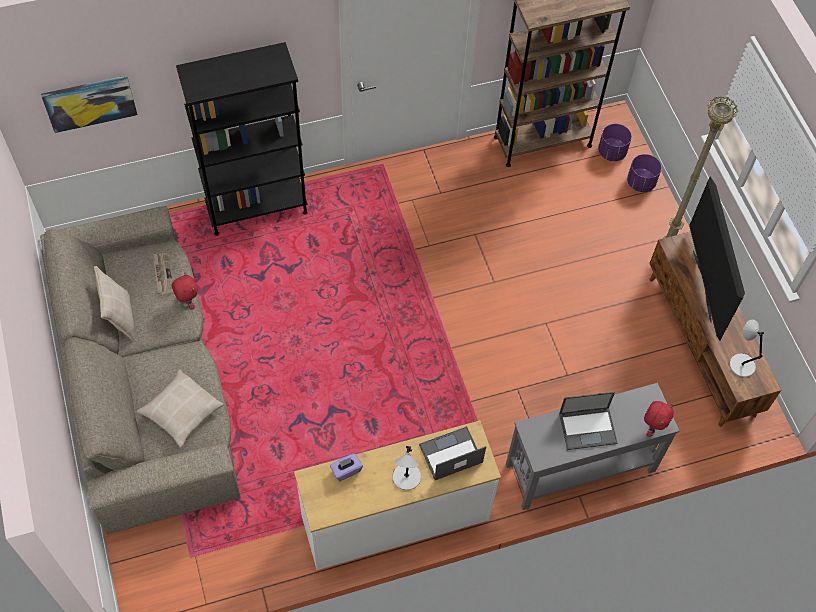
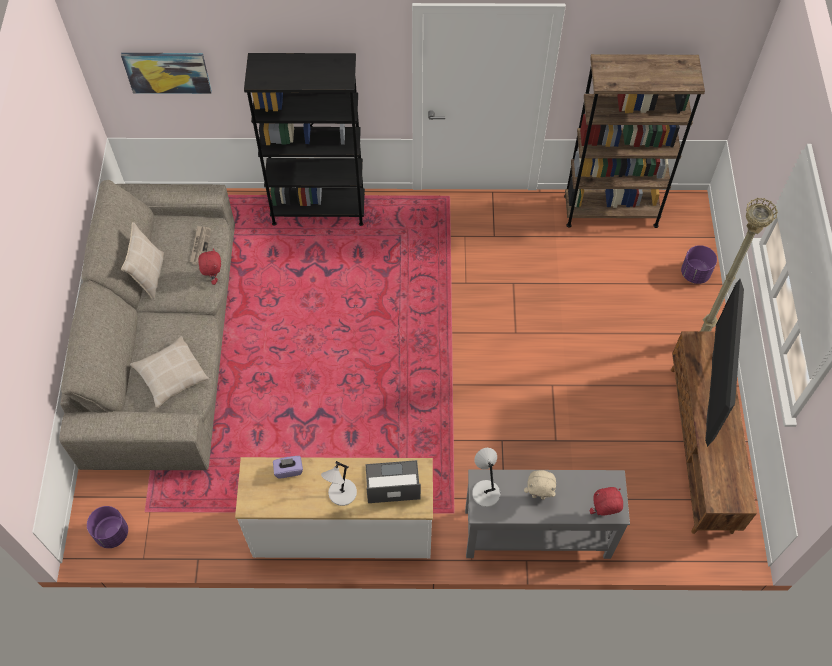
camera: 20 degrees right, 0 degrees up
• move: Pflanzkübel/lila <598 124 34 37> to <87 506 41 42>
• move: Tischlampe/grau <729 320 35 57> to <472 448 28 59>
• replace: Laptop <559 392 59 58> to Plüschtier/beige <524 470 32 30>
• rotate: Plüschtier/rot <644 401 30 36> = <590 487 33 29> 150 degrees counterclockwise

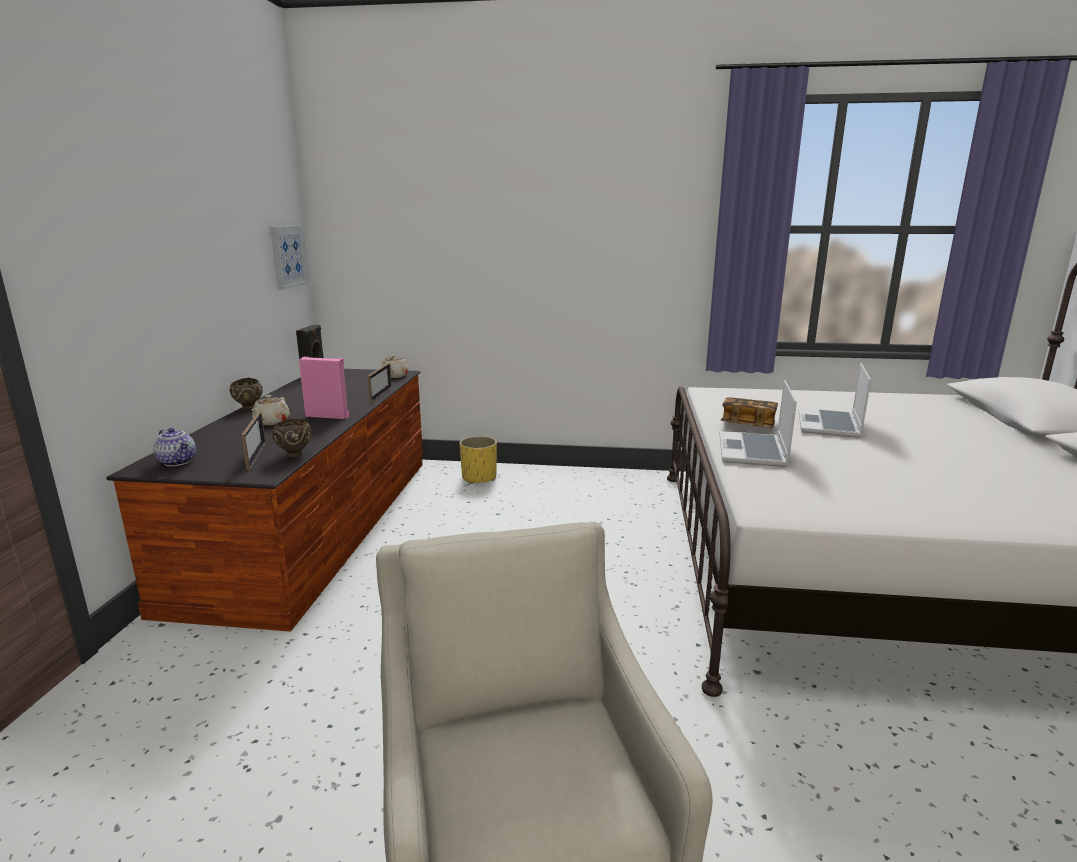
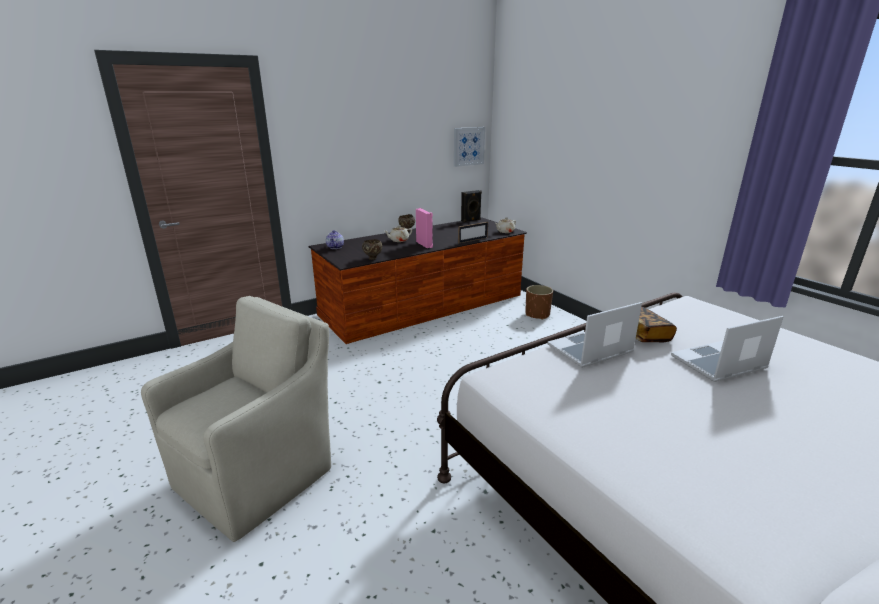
camera: 50 degrees right, 5 degrees up
• delete: Bilderrahmen <241 412 25 58>
• recolor: Pflanzkübel/gelb <460 436 37 48> to Pflanzkübel/braun <525 285 28 35>

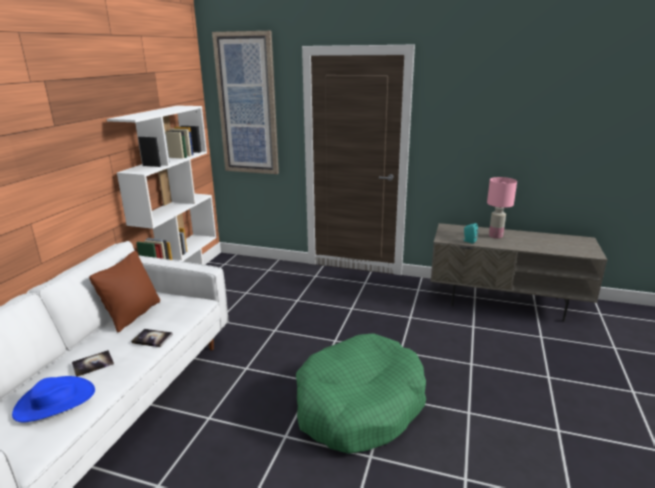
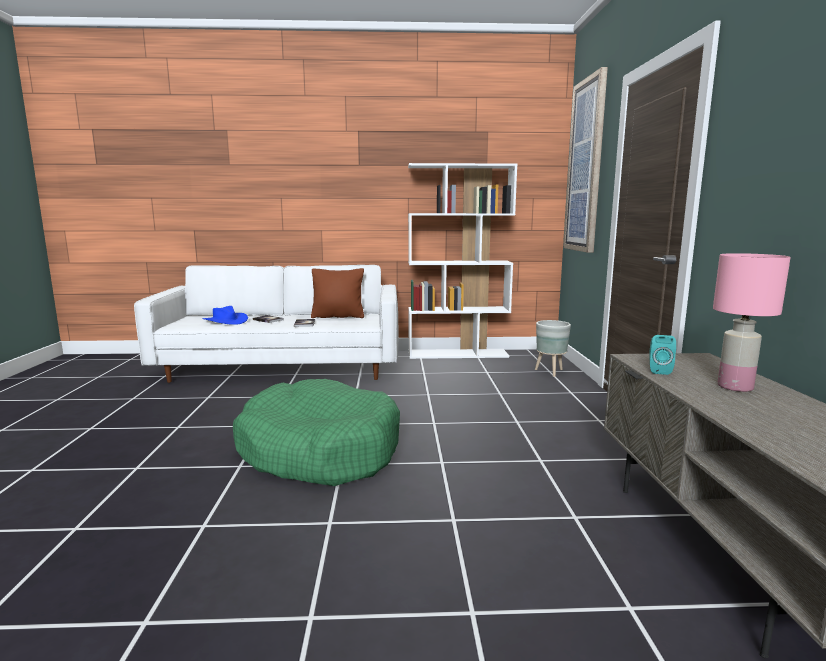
camera: 70 degrees right, 10 degrees down
• insert: Pflanzkübel/grau <535 320 36 57>

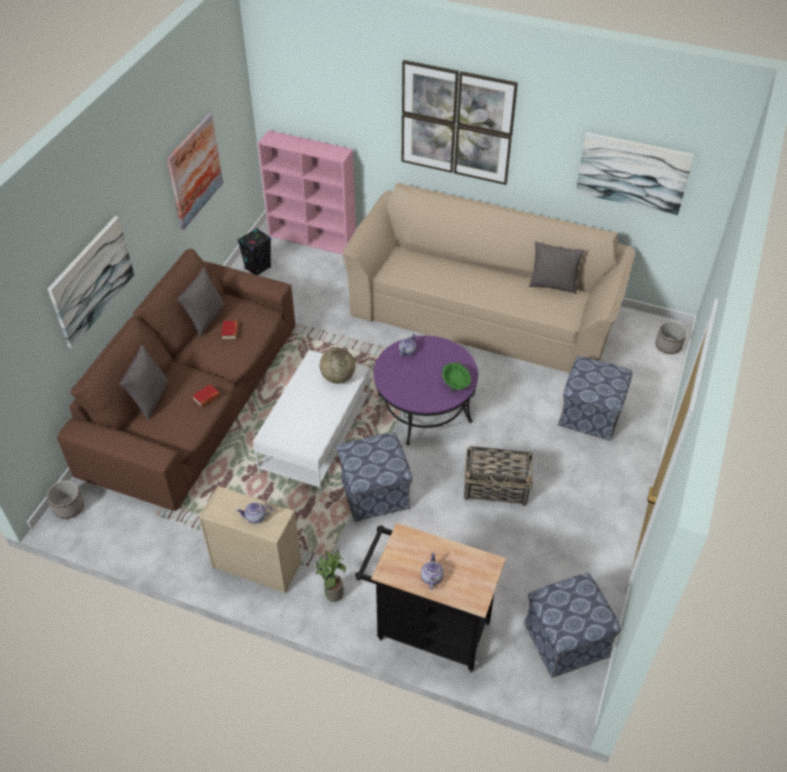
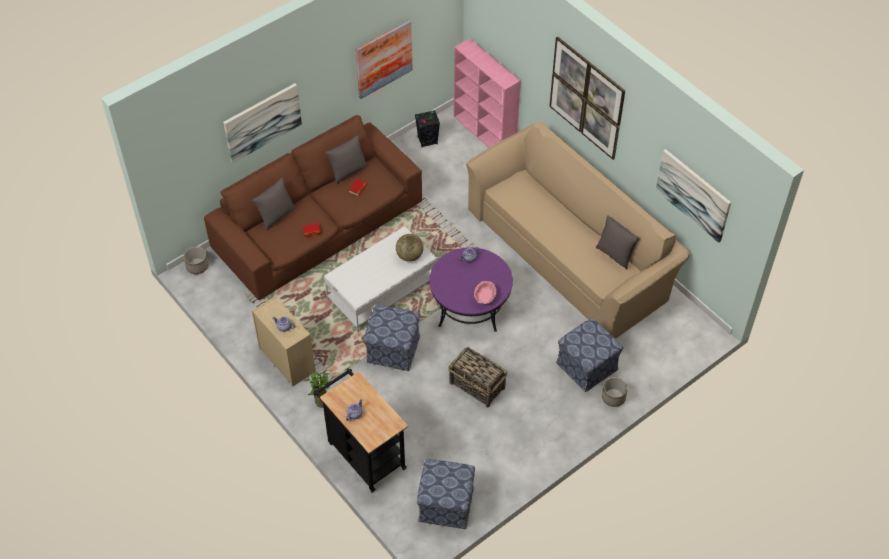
camera: 30 degrees right, 5 degrees up
• move: Pflanzkübel <655 322 32 32> to <602 377 26 30>
• recolor: Schüssel/grün <442 363 29 30> to Schüssel/rosa <474 281 23 23>

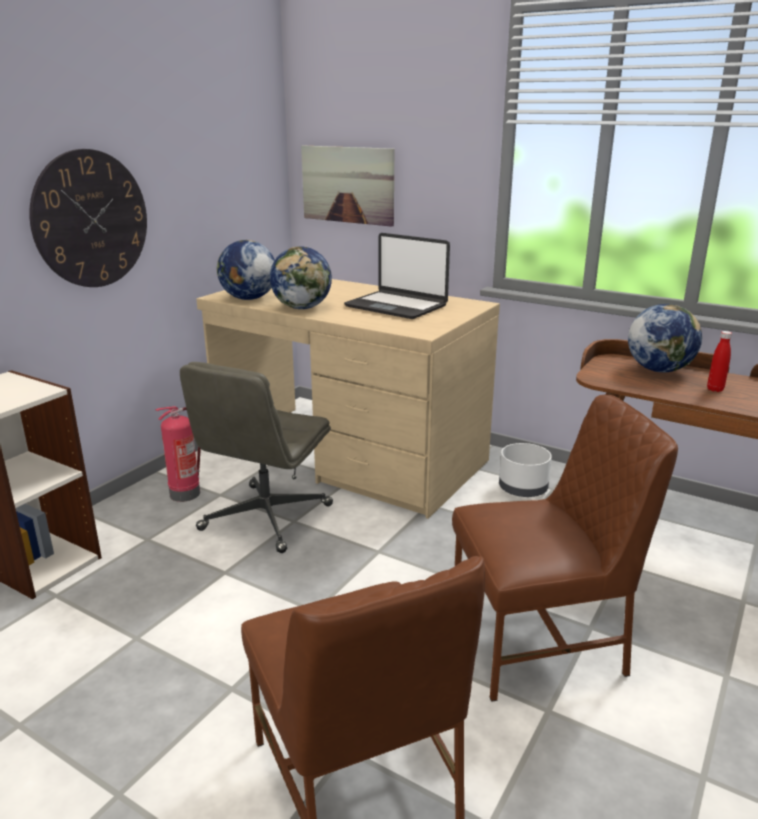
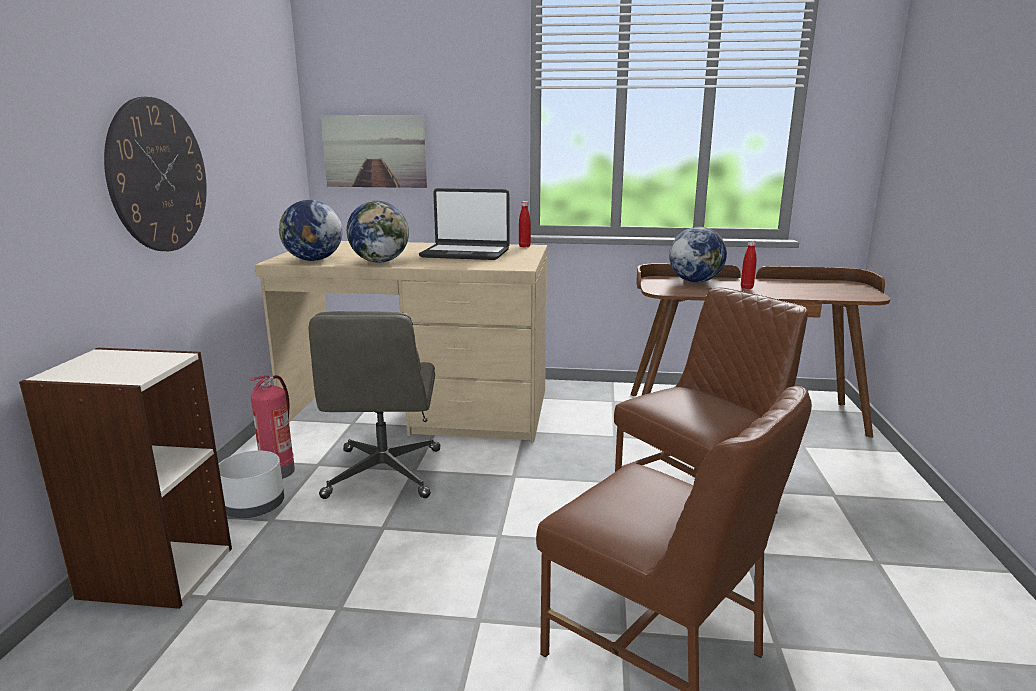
camera: 25 degrees left, 5 degrees down
• move: Pflanzkübel/weiß <499 443 53 54> to <219 450 65 68>
• insert: Flasche/rot <519 201 12 46>

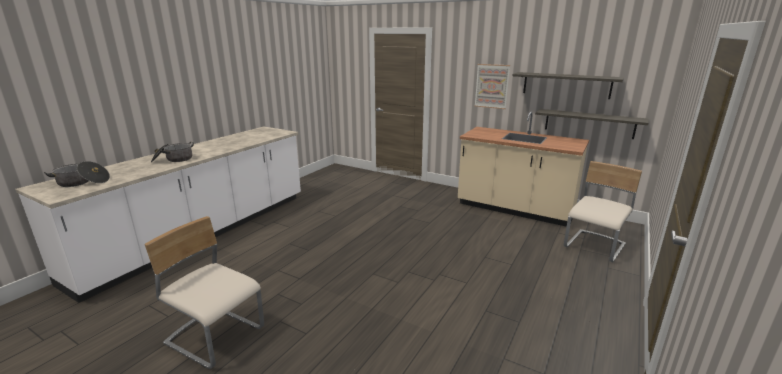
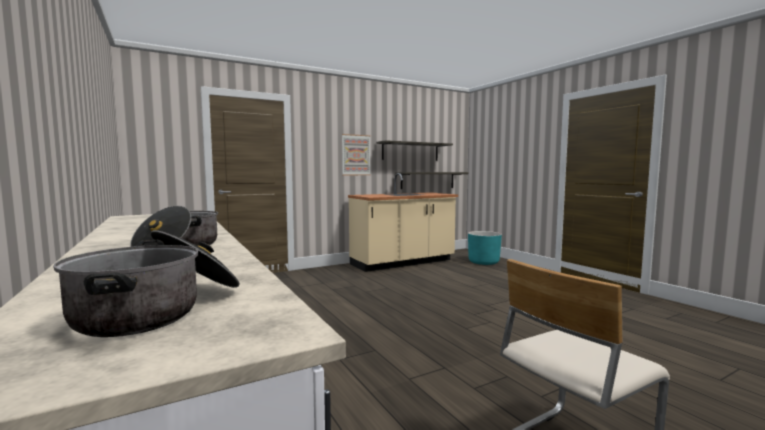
camera: 60 degrees left, 15 degrees down
• replace: Stuhl/beige <564 161 78 101> to Pflanzkübel/türkis <468 231 34 34>

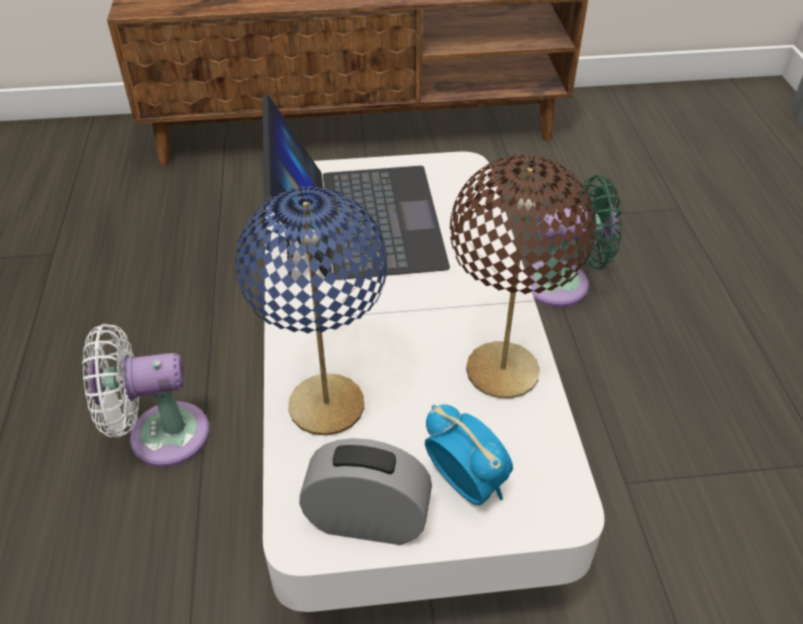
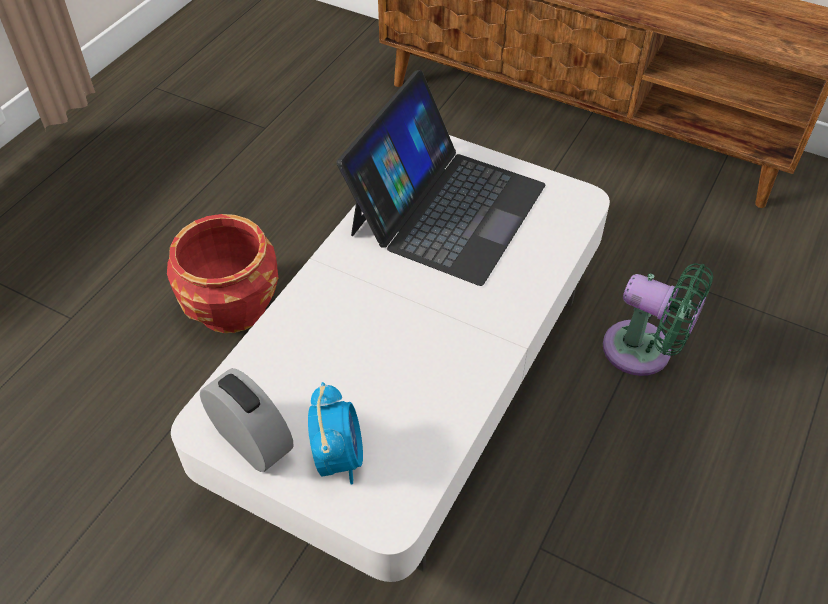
camera: 35 degrees right, 5 degrees up
• delete: Tischlampe/braun <450 155 146 244>
• delete: Tischlampe/blau <235 186 152 250>
• replace: Ventilator/weiß <82 324 128 143> to Pflanzkübel/rot <167 214 111 119>

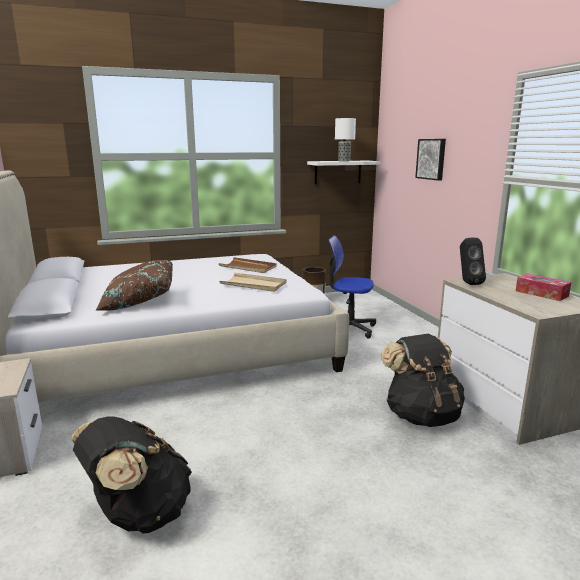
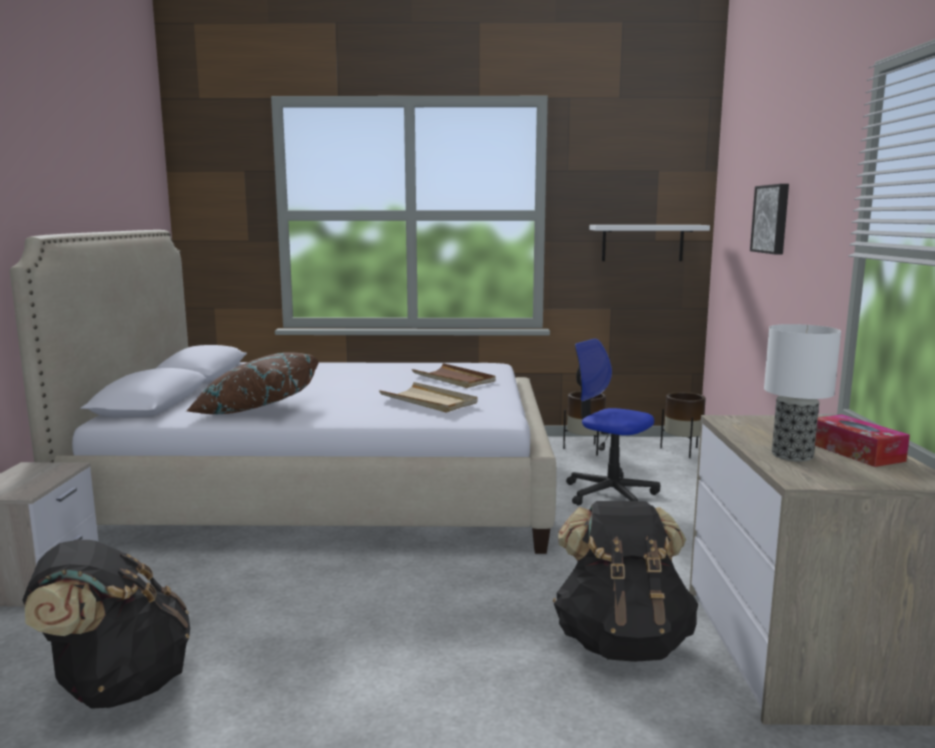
camera: 20 degrees right, 5 degrees down
• move: Tischlampe <335 118 21 43> to <764 324 77 137>
• delete: Lautsprecher/schwarz <460 238 26 47>
• insert: Pflanzkübel/braun <660 392 46 66>

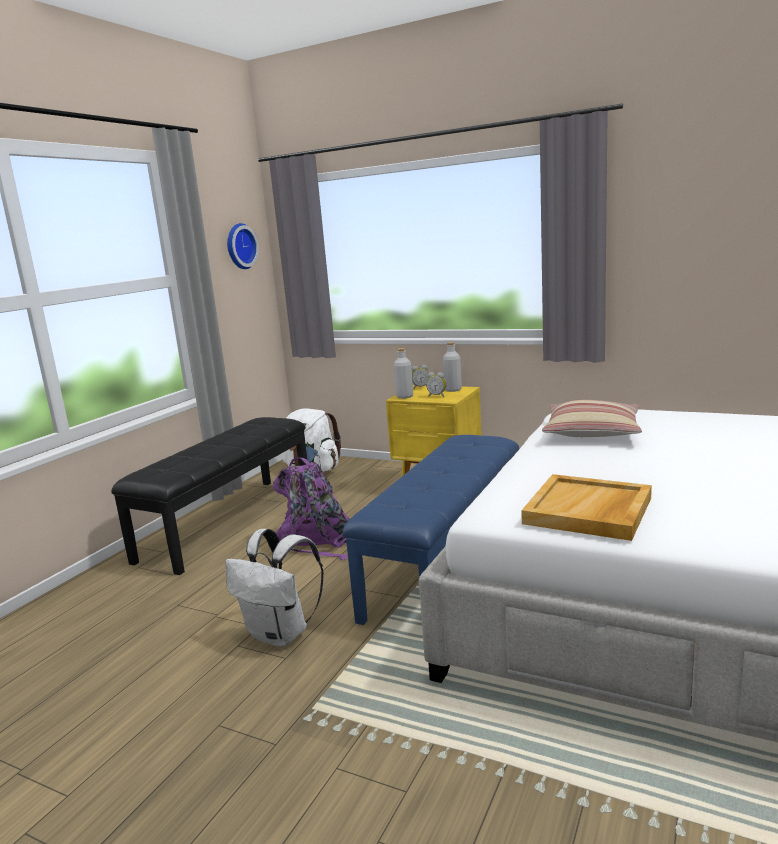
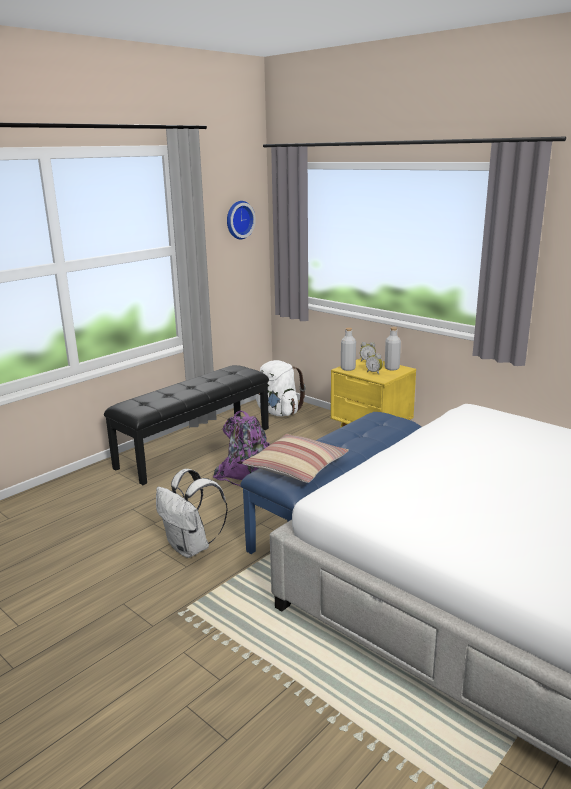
camera: 15 degrees right, 5 degrees up
• move: Kissen <542 400 100 37> to <242 434 107 49>
• delete: Tablett/beige <521 474 131 67>

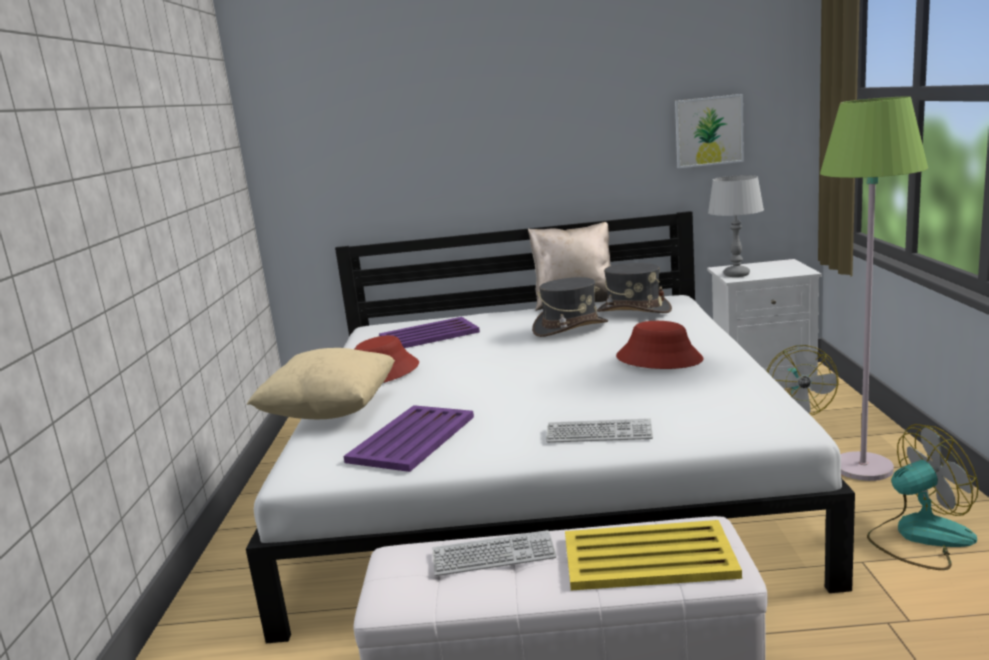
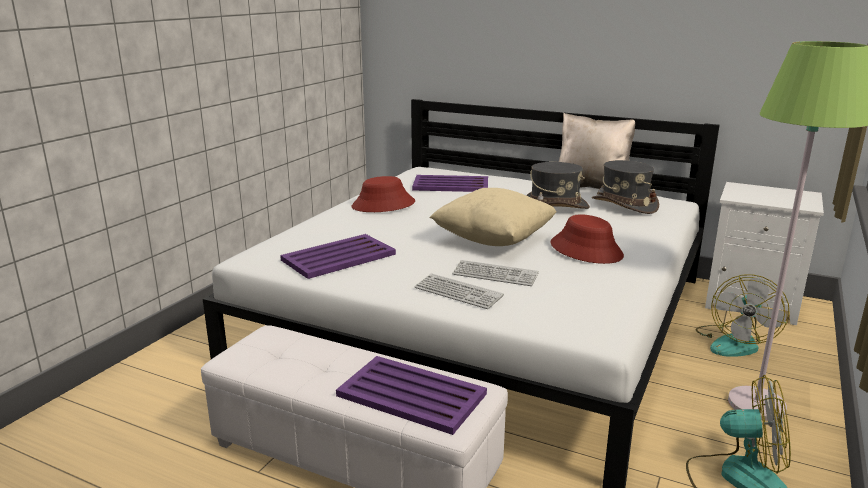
camera: 25 degrees right, 5 degrees up
• delete: Bild <675 94 69 74>
• delete: Tischlampe/grau <708 175 56 102>
• move: Kissen/beige <247 348 148 71> to <429 188 128 58>
• recolor: Tablett/gelb <565 520 177 70> to Tablett/lila <336 356 151 79>
• move: Tastatur <432 530 125 46> to <452 260 87 26>

